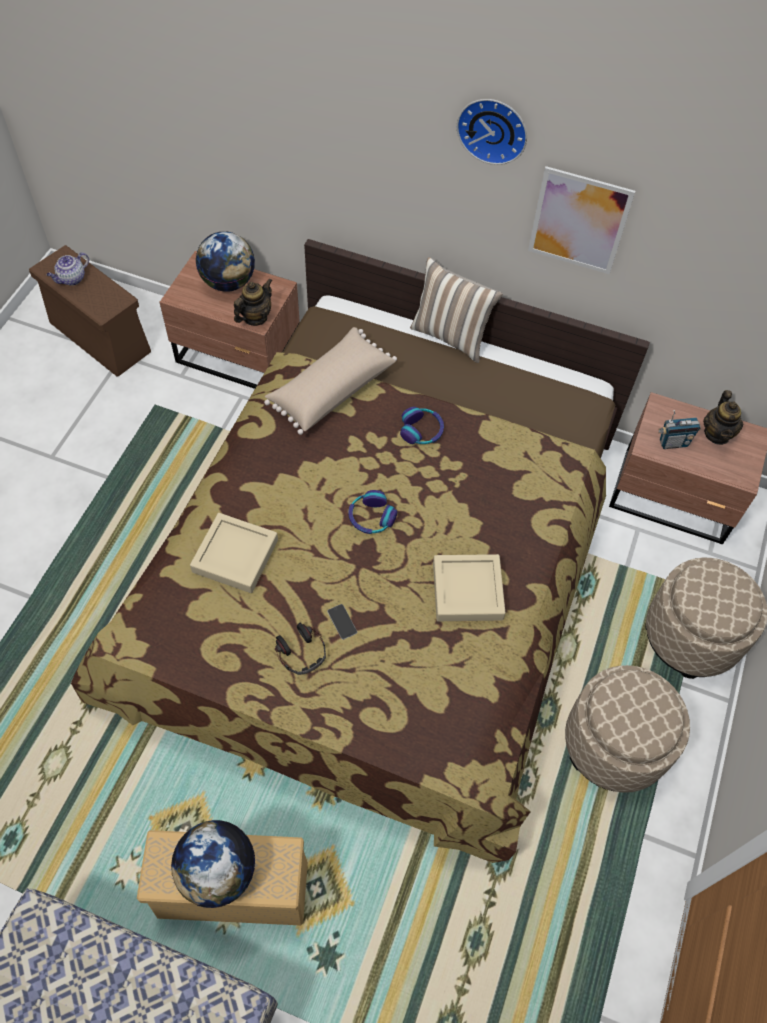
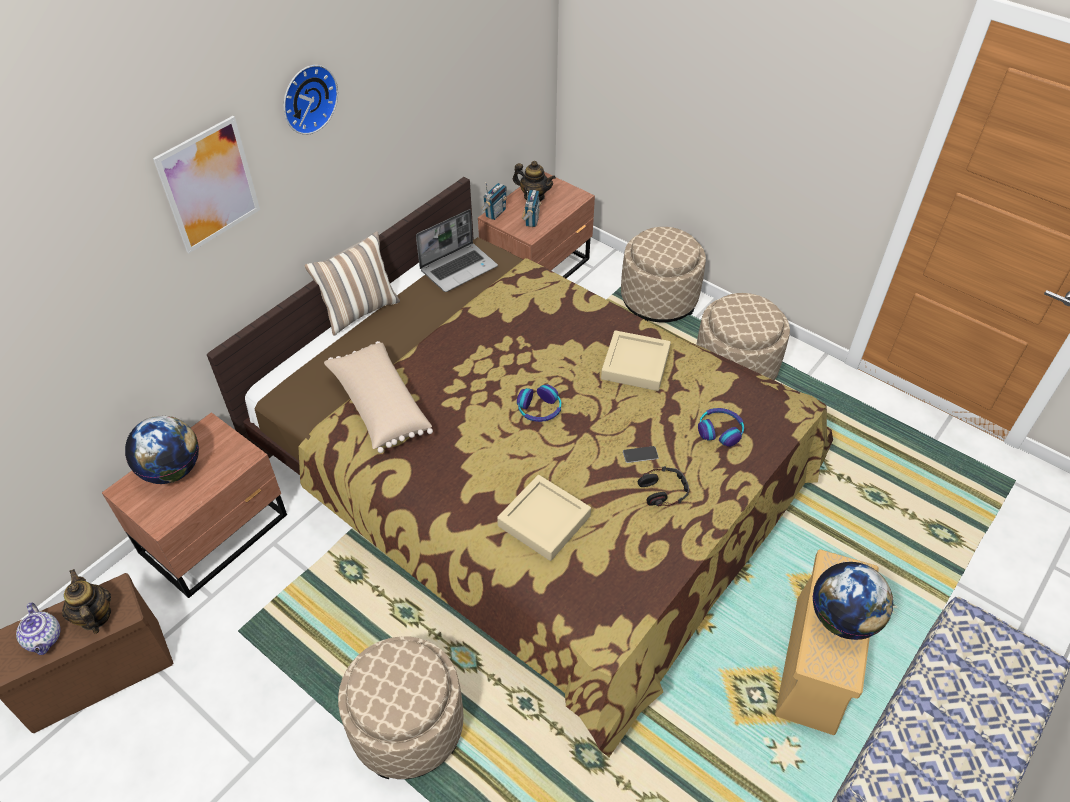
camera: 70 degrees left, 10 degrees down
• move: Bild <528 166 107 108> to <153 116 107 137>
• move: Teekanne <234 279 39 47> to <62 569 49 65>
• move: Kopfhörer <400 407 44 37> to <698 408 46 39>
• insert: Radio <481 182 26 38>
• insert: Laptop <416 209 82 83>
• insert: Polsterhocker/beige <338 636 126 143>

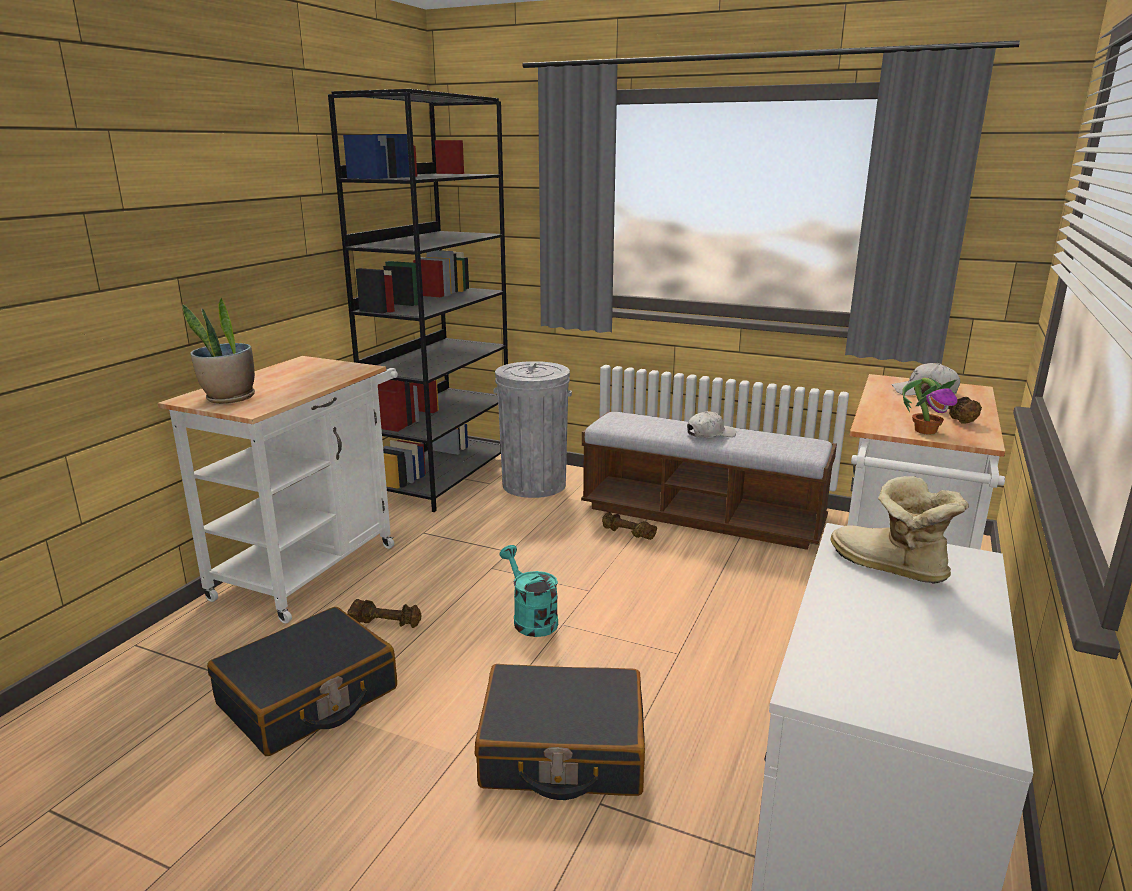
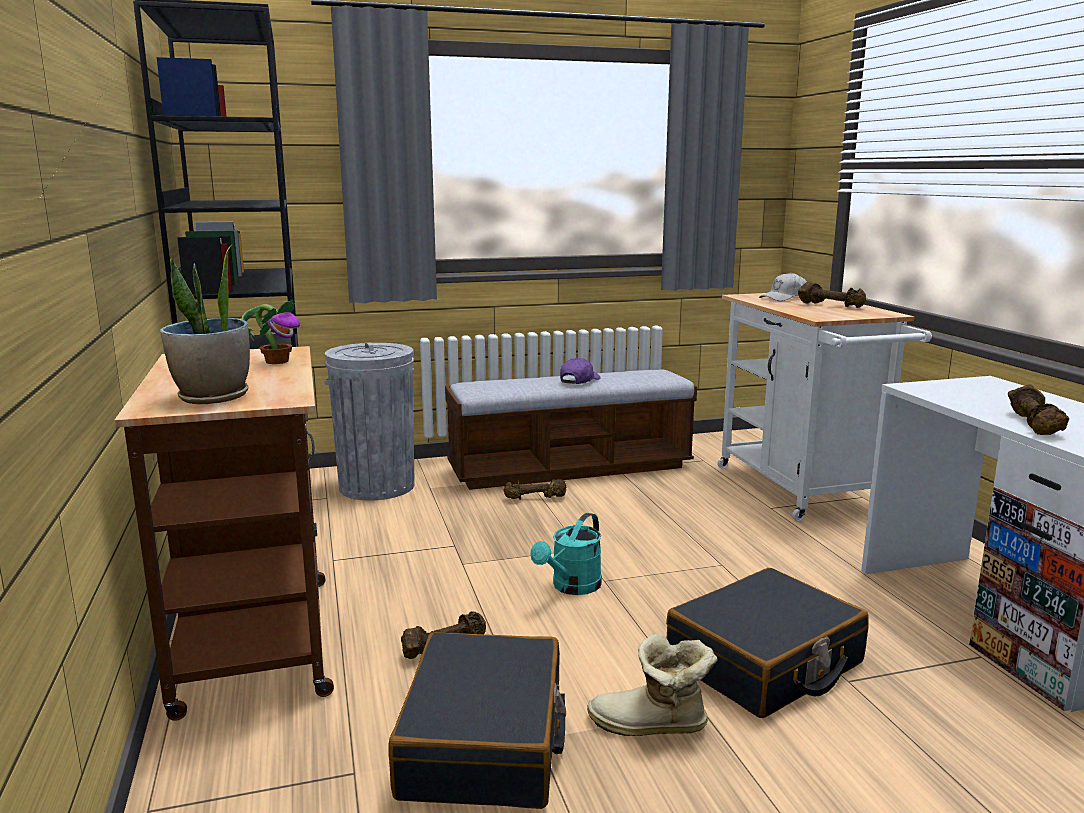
camera: 40 degrees left, 5 degrees down
• recolor: Rollwagen/weiß <157 356 241 268> to Rollwagen/braun <114 346 220 375>
• move: Topfpflanze <902 378 56 57> to <241 300 59 64>
• recolor: Kappe/weiß <687 411 49 27> to Kappe/lila <560 358 41 26>
• move: Stiefel <831 476 138 108> to <587 634 131 102>
• rotate: Gießkanne/türkis <499 545 59 92> = <530 512 72 83> 75 degrees counterclockwise
• insert: Hantel/braun <1008 384 61 51>

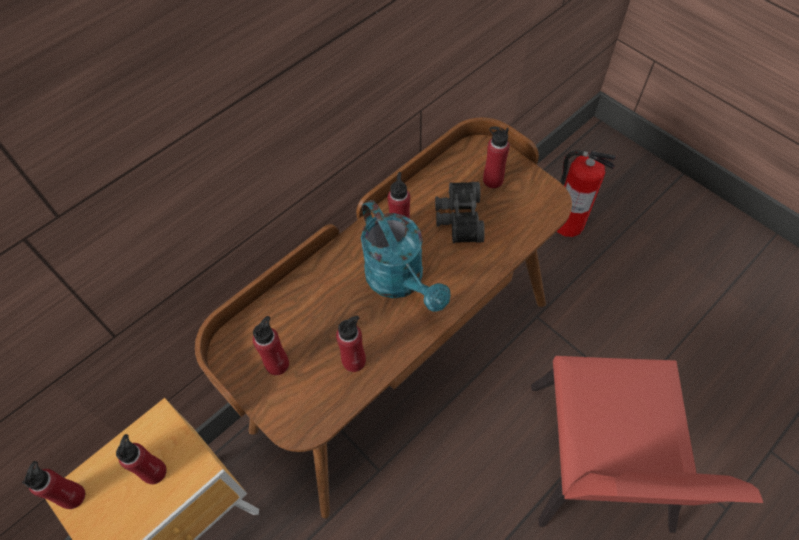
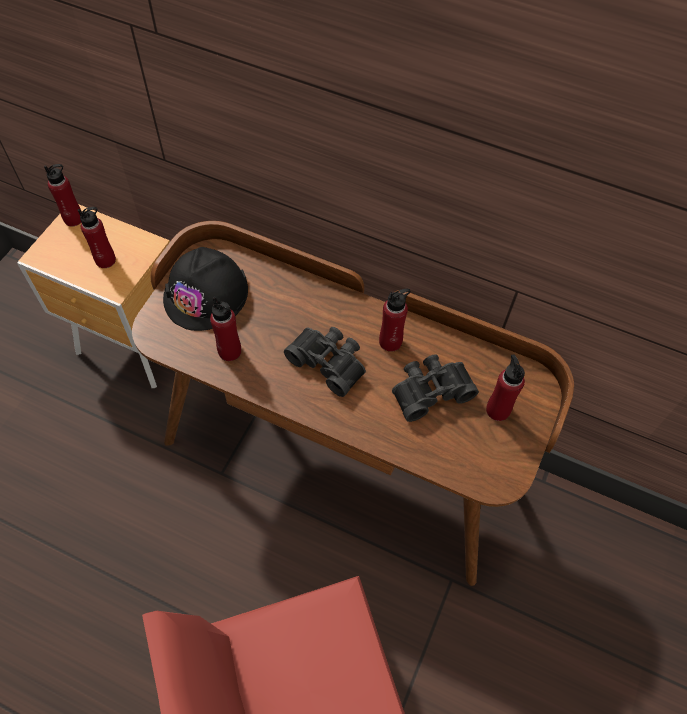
camera: 65 degrees right, 0 degrees up
• delete: Feuerlöscher <557 150 59 87>
• replace: Gießkanne/türkis <361 200 89 112> to Fernglas/schwarz <284 327 82 70>
• replace: Flasche/rot <253 316 36 59> to Schutzhelm/schwarz <163 247 85 84>

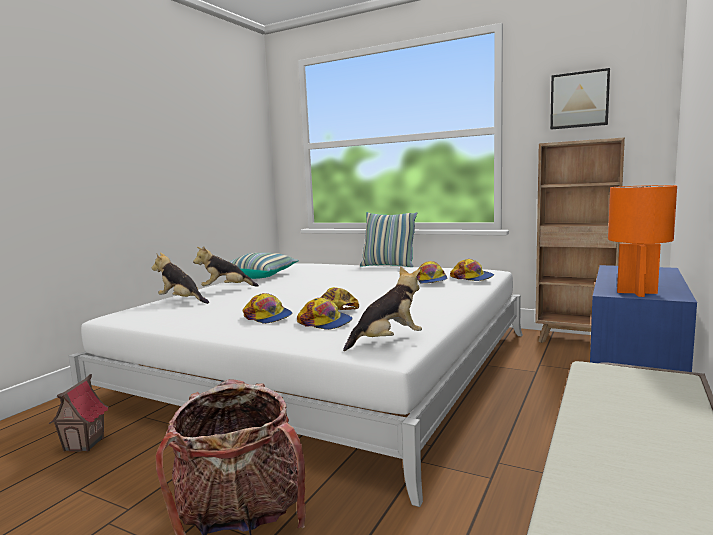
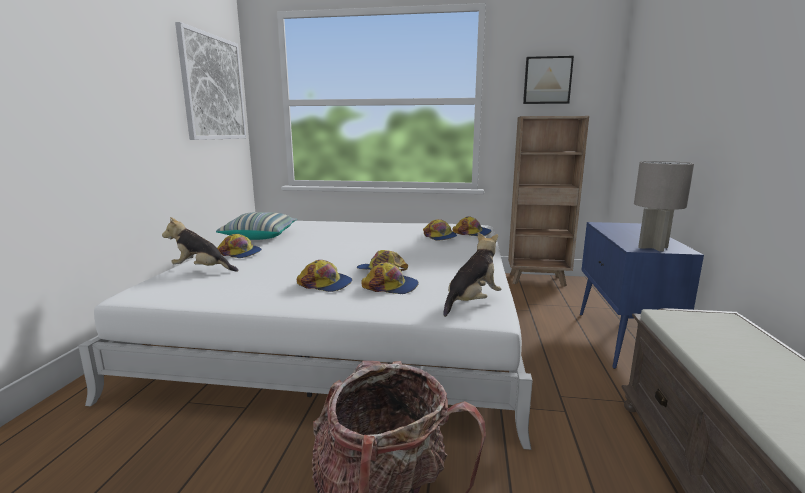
camera: 20 degrees left, 5 degrees up
• recolor: Tischlampe/orange <608 185 69 112> to Tischlampe/grau <634 161 60 90>
• delete: Kissen <360 212 57 55>
• replace: Plüschtier <193 247 66 40> to Kappe <217 234 45 24>
• delete: Spielzeughaus <49 374 60 78>
• insert: Bild <175 22 72 118>

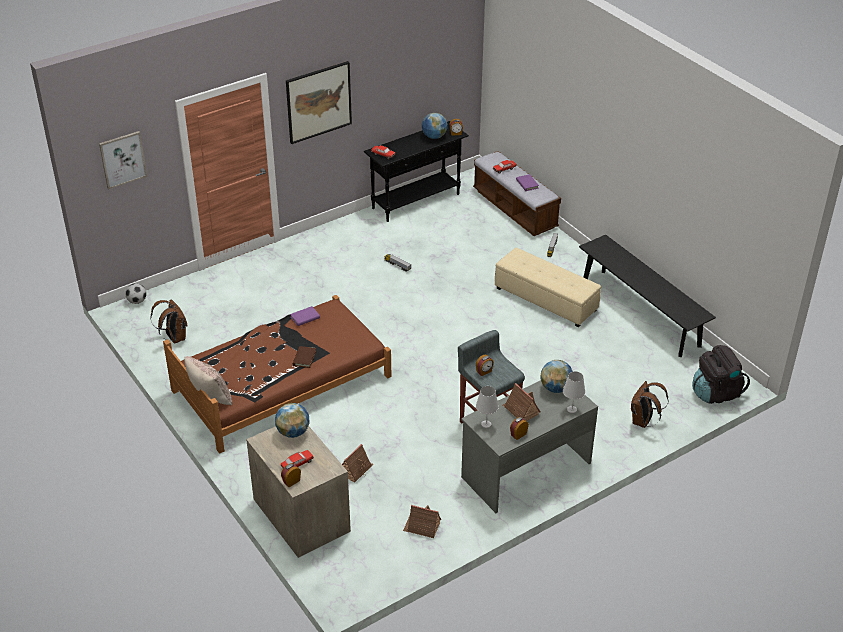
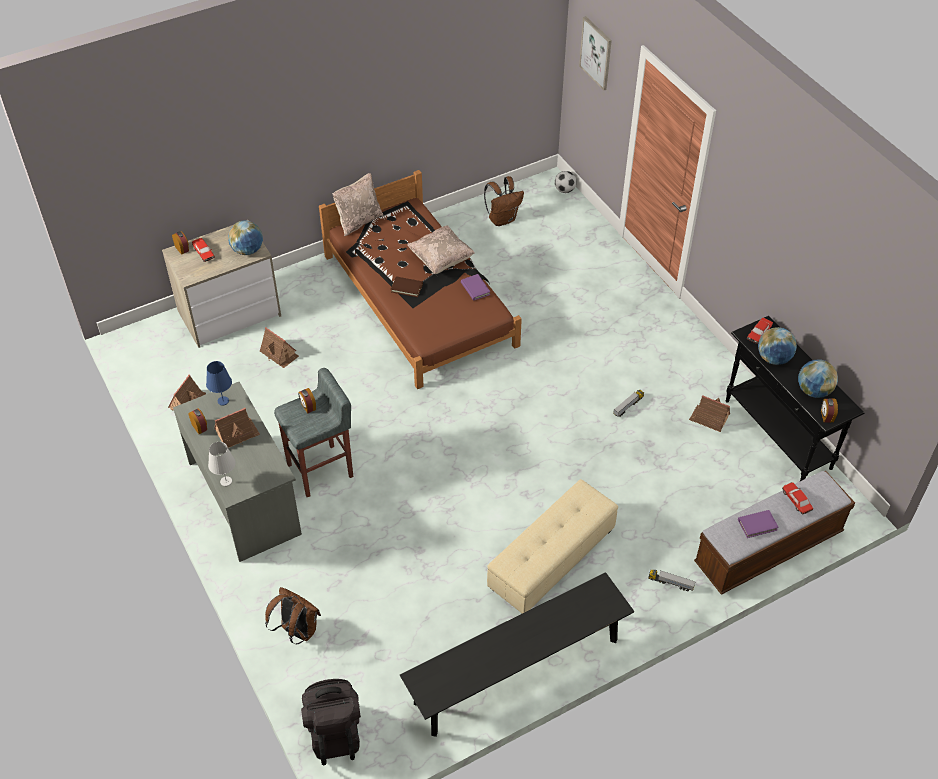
camera: 95 degrees right, 10 degrees up
• delete: Bild <286 61 66 83>
• move: Globus <540 360 33 33> to <758 327 39 38>
• recolor: Tischlampe/weiß <476 386 23 42> to Tischlampe/blau <206 361 26 45>
• insert: Kissen/beige <407 225 68 49>
• insert: Spielzeughaus <689 395 41 37>

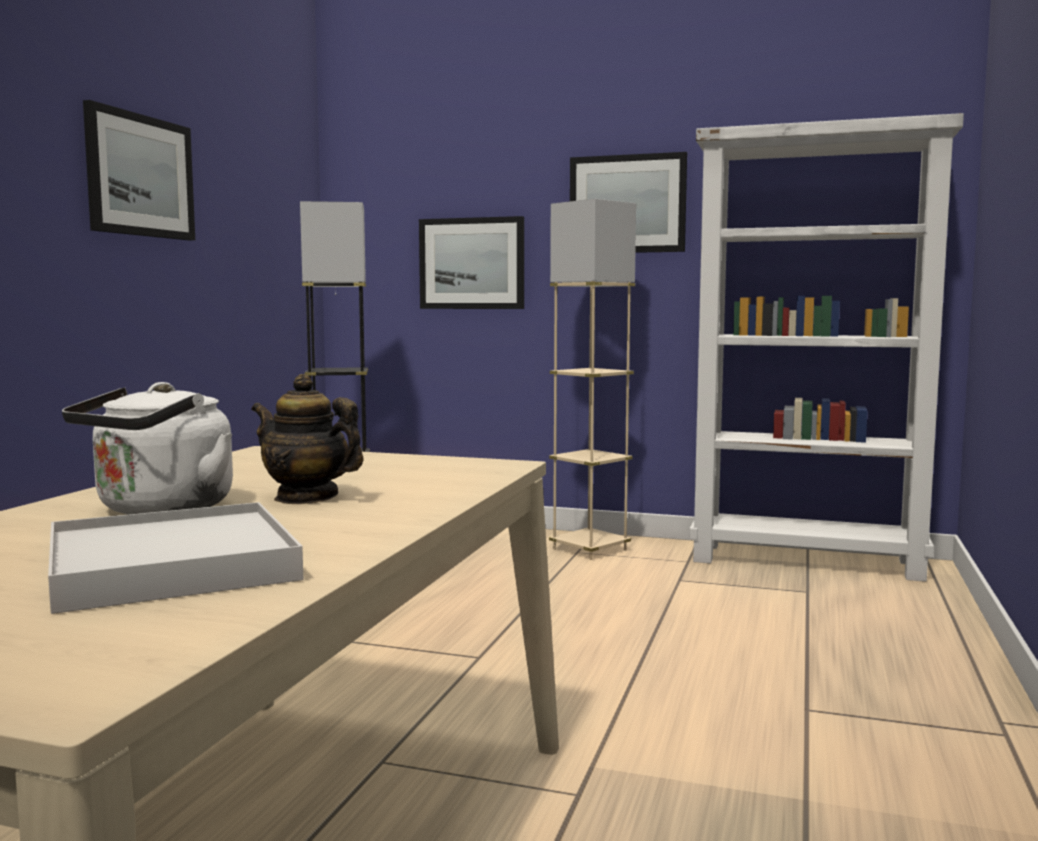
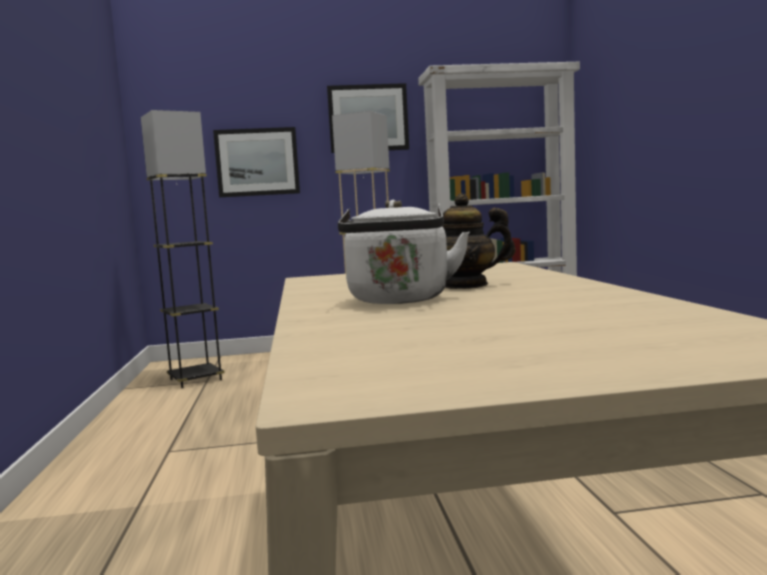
camera: 25 degrees left, 0 degrees up
• delete: Bild <83 100 112 140>
• delete: Tablett/weiß <48 502 255 112>

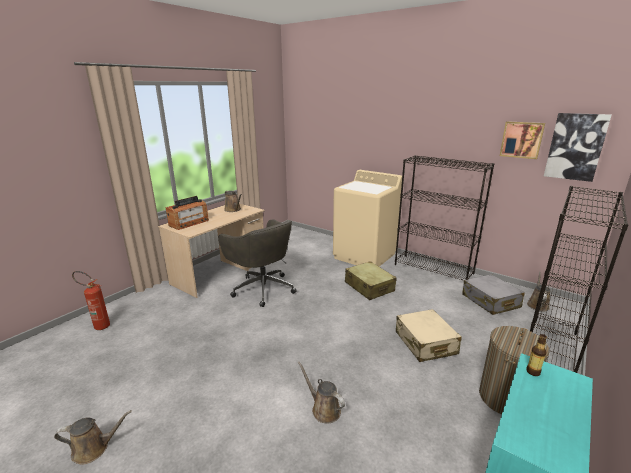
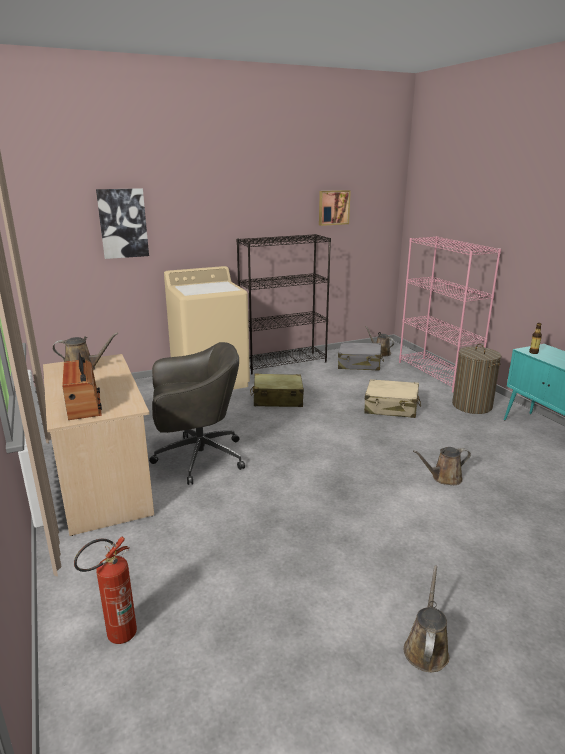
camera: 60 degrees left, 0 degrees up
• move: Bild <544 113 68 69> to <96 188 53 71>
• recolor: Bücherregal/schwarz <530 186 99 187> to Bücherregal/rosa <399 236 102 156>

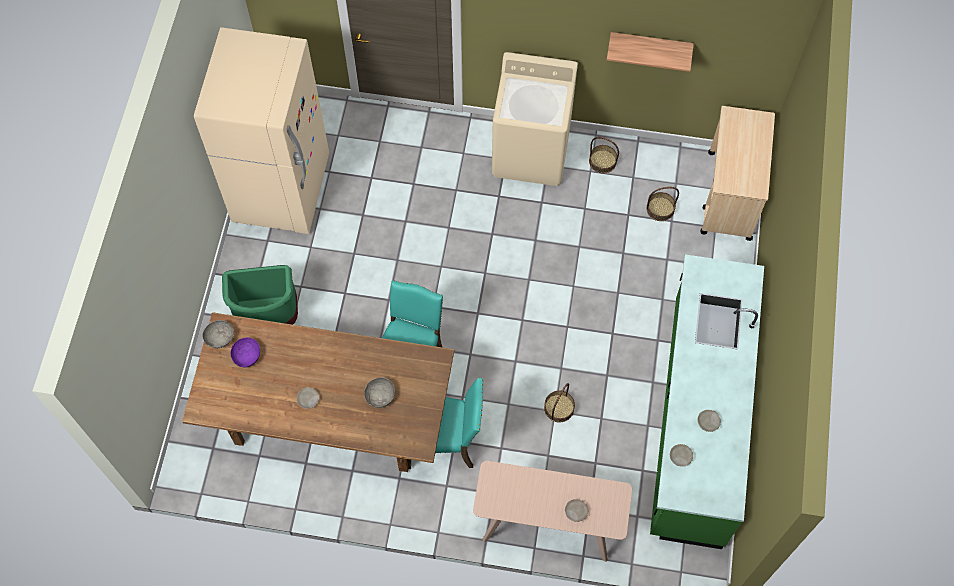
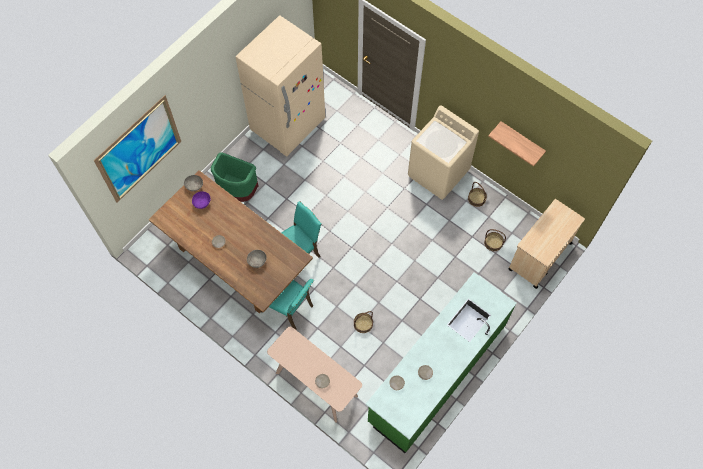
camera: 30 degrees right, 0 degrees up
• insert: Bild <94 95 87 108>

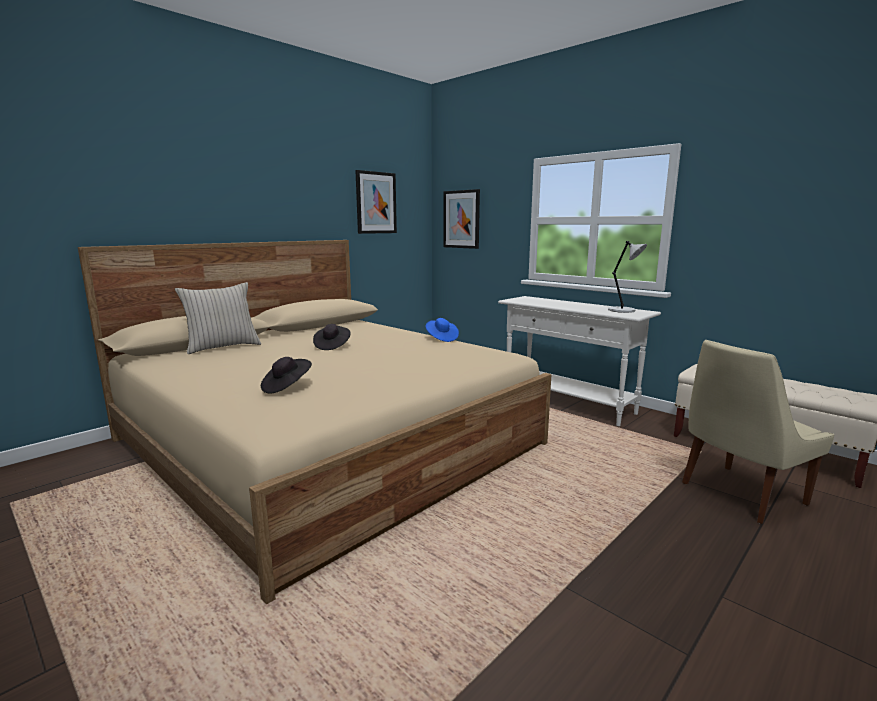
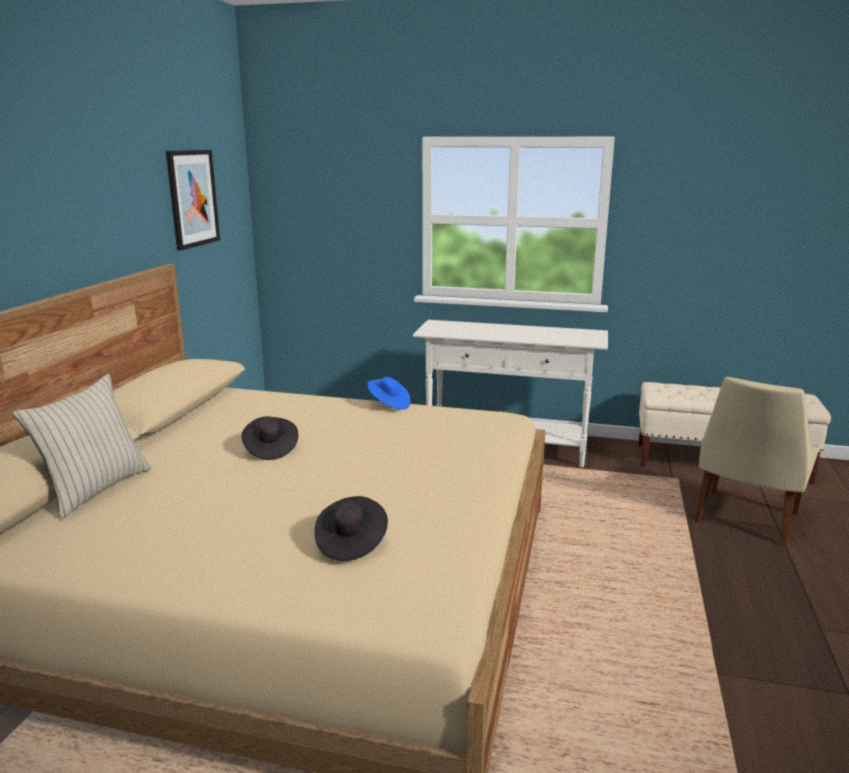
camera: 30 degrees left, 5 degrees up
• delete: Bild <443 189 37 60>
• delete: Tischlampe/grau <608 241 39 72>

